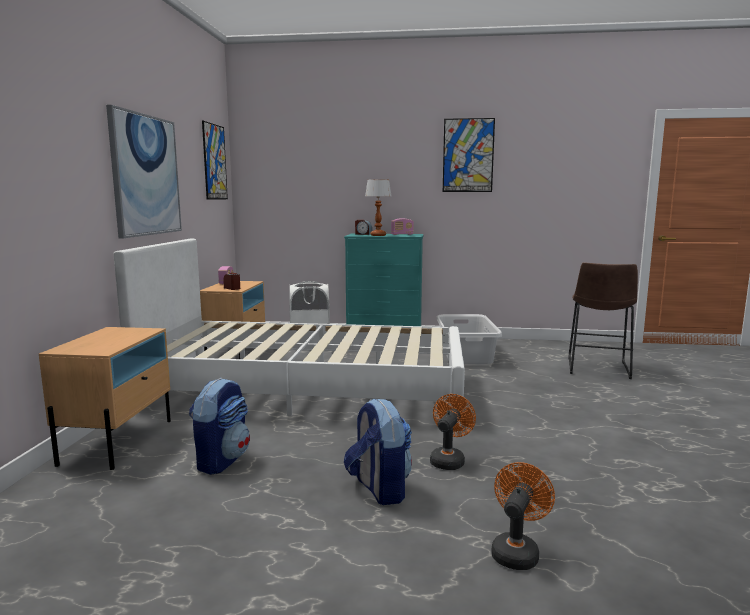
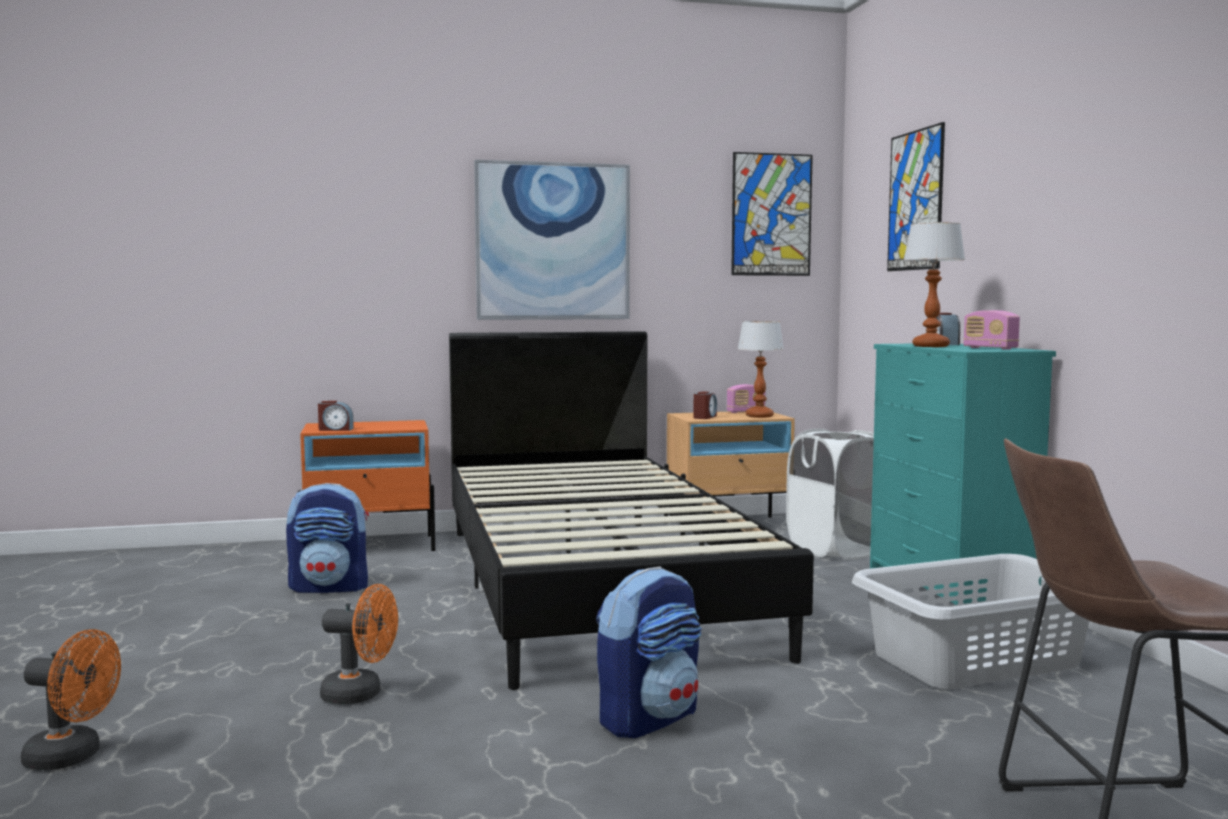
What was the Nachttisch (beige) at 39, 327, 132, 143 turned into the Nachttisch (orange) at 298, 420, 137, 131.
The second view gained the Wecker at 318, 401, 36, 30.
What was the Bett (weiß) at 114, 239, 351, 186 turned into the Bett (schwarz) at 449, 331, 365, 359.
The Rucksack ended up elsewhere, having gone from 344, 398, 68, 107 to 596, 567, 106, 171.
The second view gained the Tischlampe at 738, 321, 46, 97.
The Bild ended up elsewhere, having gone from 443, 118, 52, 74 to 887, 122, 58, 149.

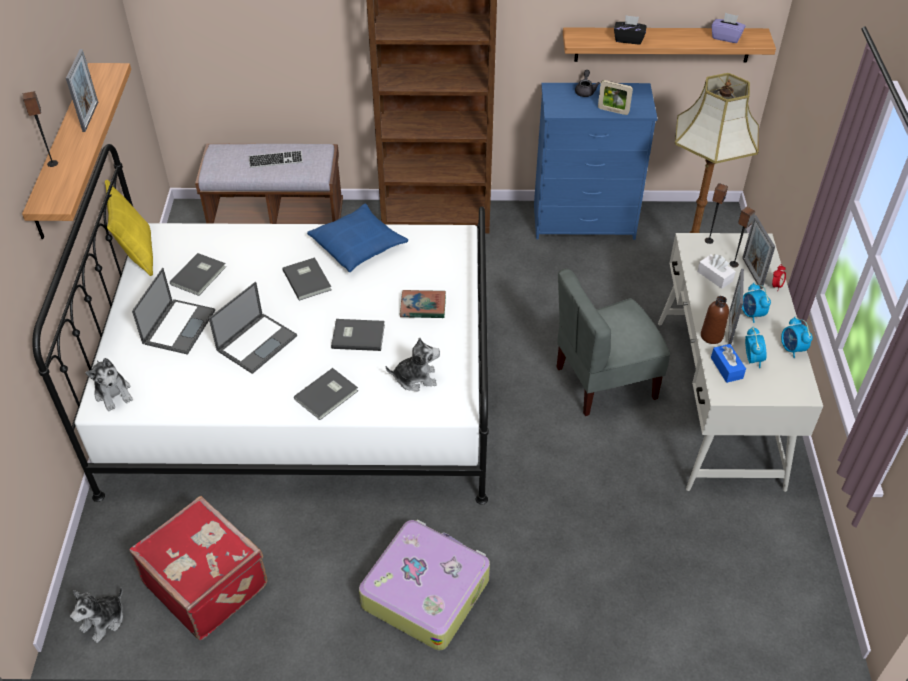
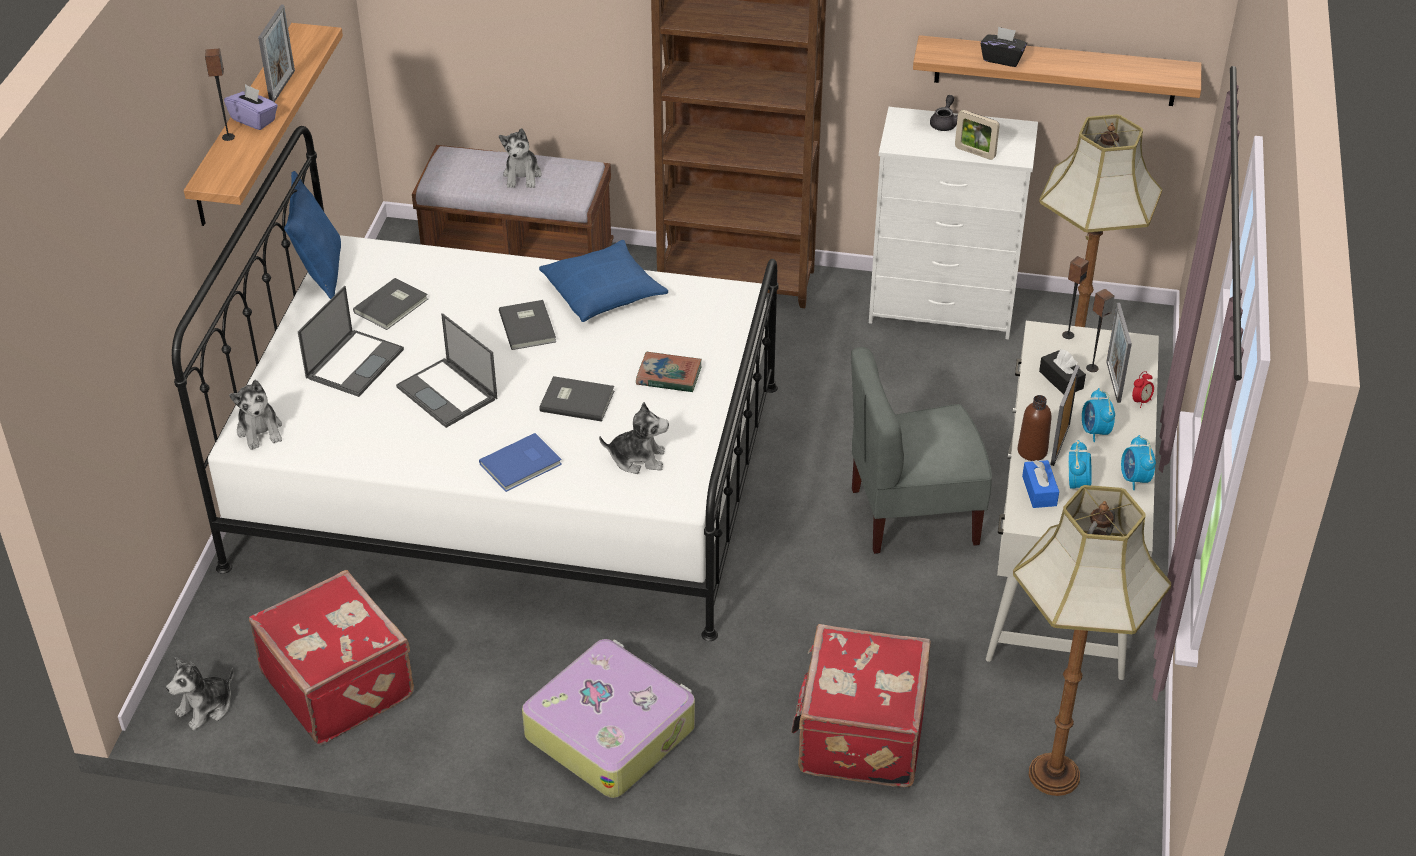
The Taschentuchbox (lila) ended up elsewhere, having gone from 711, 13, 35, 30 to 224, 84, 54, 46.
What was the Kissen (gelb) at 105, 180, 48, 96 turned into the Kissen (blau) at 284, 171, 57, 128.
The Laptop at 209, 282, 88, 92 ended up facing another way, 90 degrees clockwise from before.
What was the Buch (grau) at 294, 368, 64, 52 turned into the Buch (blau) at 479, 433, 83, 59.
Where the Tastatur stood at 249, 151, 54, 17, the Plüschtier came to stand at 499, 128, 43, 60.
The second view gained the Koffer (rot) at 791, 624, 140, 164.
What was the Kommode (blau) at 534, 83, 124, 157 turned into the Kommode (weiß) at 869, 107, 169, 232.
The second view gained the Stehlampe at 1013, 485, 158, 311.
What was the Taschentuchbox (weiß) at 697, 254, 39, 35 turned into the Taschentuchbox (schwarz) at 1039, 349, 47, 46.

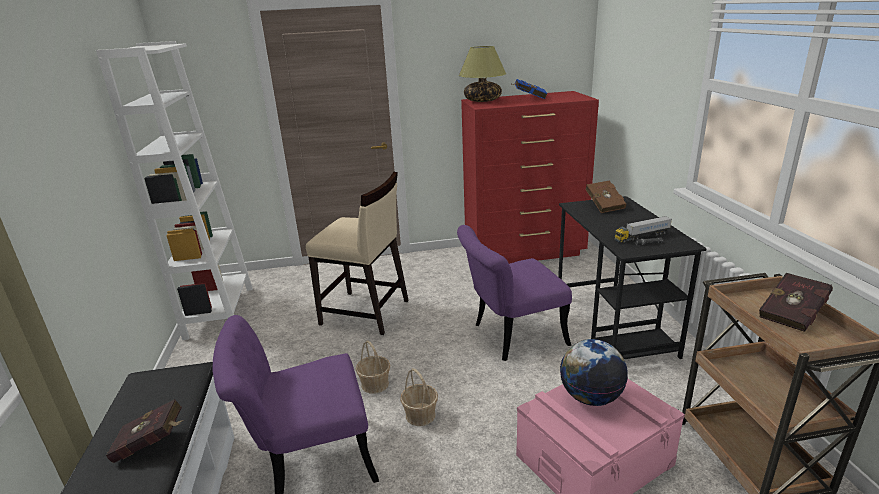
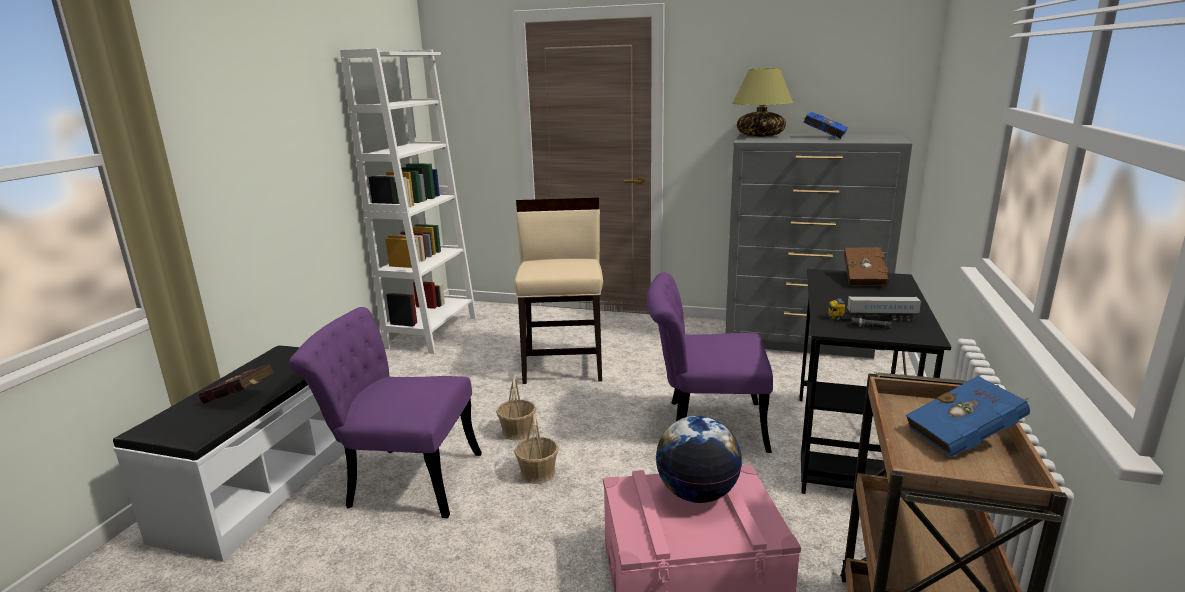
The Stuhl (beige) at 306, 171, 103, 164 ended up facing another way, 135 degrees counterclockwise from before.
What was the Kommode (rot) at 461, 91, 138, 173 turned into the Kommode (grau) at 725, 134, 187, 224.
What was the Buch (rot) at 759, 273, 74, 59 turned into the Buch (blau) at 906, 376, 124, 81.

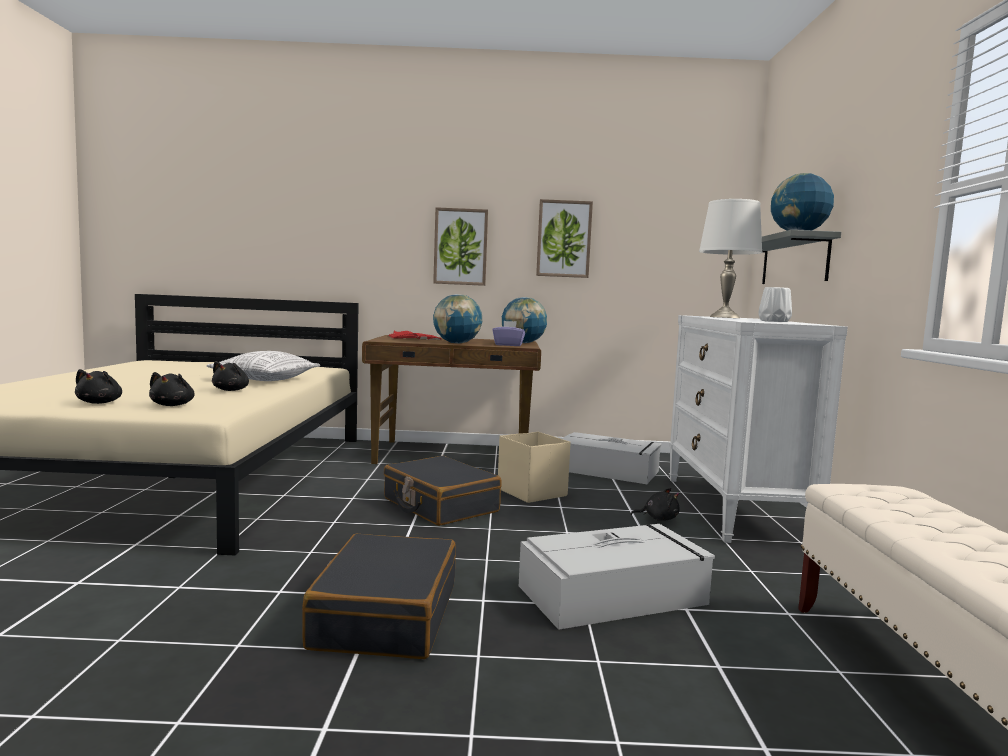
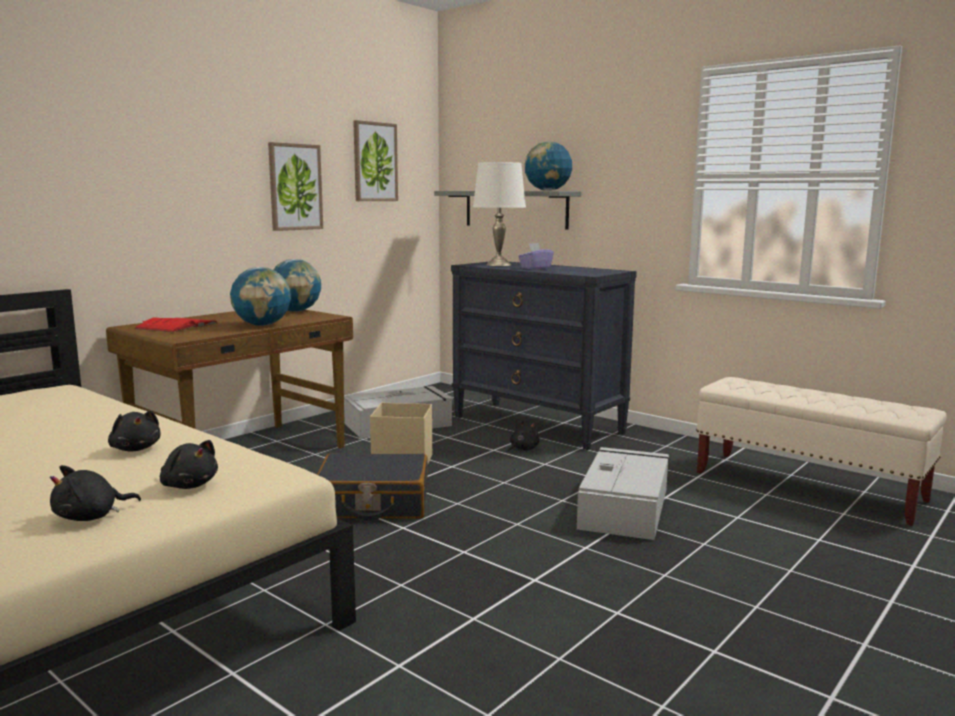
The Plüschtier (schwarz) at 75, 369, 47, 35 ended up facing another way, 105 degrees clockwise from before.
The Bild ended up elsewhere, having gone from 433, 207, 55, 79 to 353, 120, 45, 81.
What was the Kommode (weiß) at 669, 315, 179, 228 turned into the Kommode (schwarz) at 451, 262, 186, 188.
The Taschentuchbox (lila) ended up elsewhere, having gone from 493, 321, 32, 25 to 518, 243, 36, 26.
The second view lost the Kissen at 206, 351, 114, 30.
The second view lost the Koffer (schwarz) at 302, 534, 154, 125.
The second view lost the Vase (weiß) at 758, 287, 34, 35.

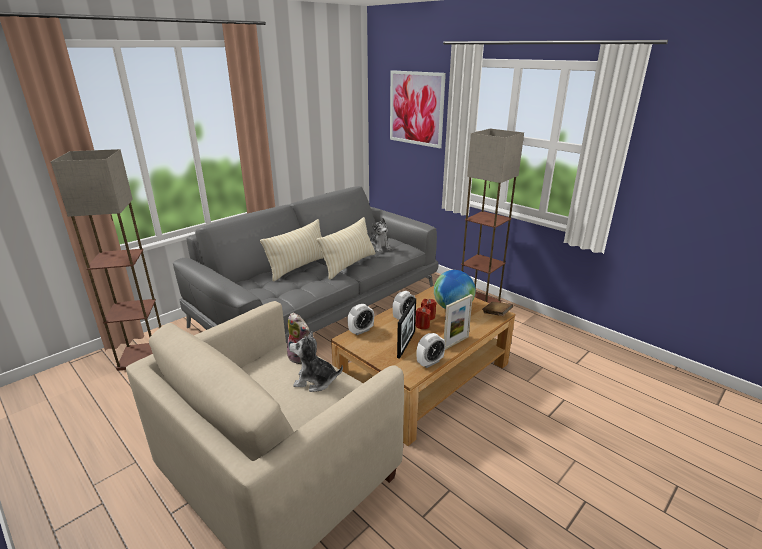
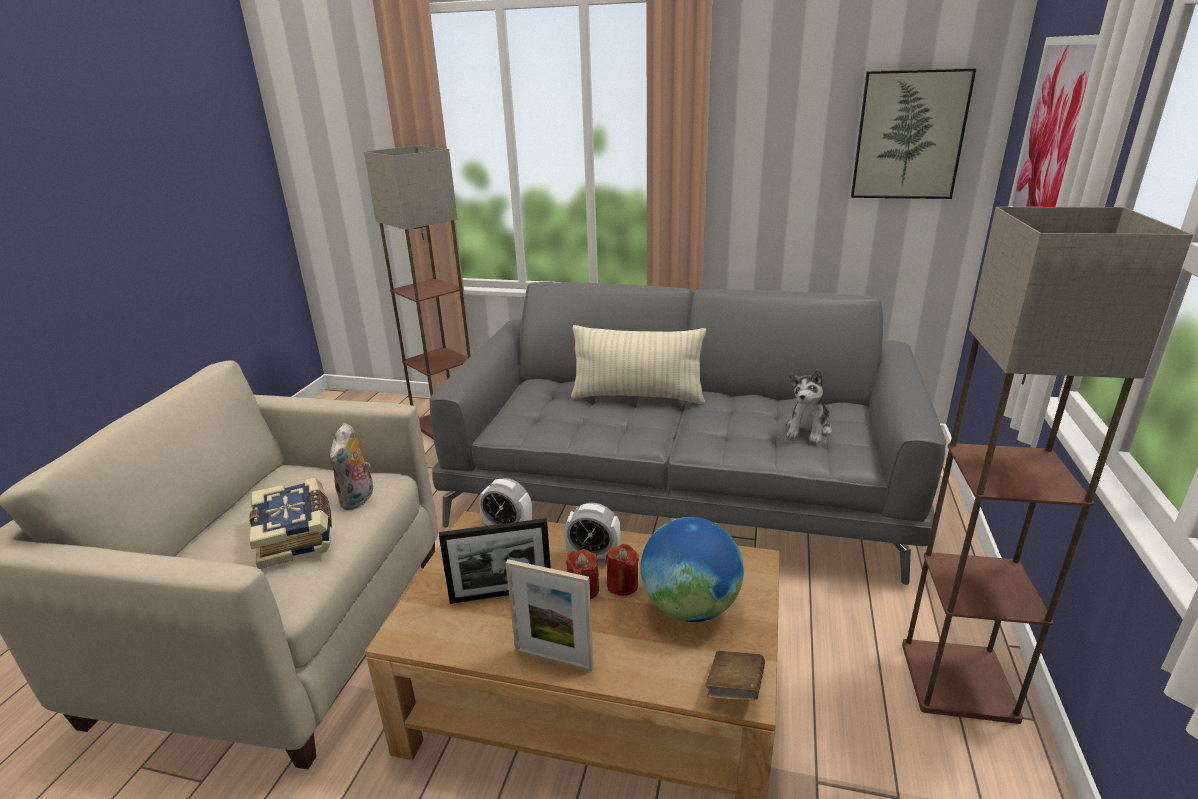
Where the Plüschtier stood at 289, 331, 54, 61, the Buch came to stand at 249, 478, 83, 91.
The second view gained the Bild at 851, 68, 125, 131.
The second view lost the Kissen (beige) at 317, 217, 59, 63.
The second view lost the Wecker at 416, 333, 29, 35.

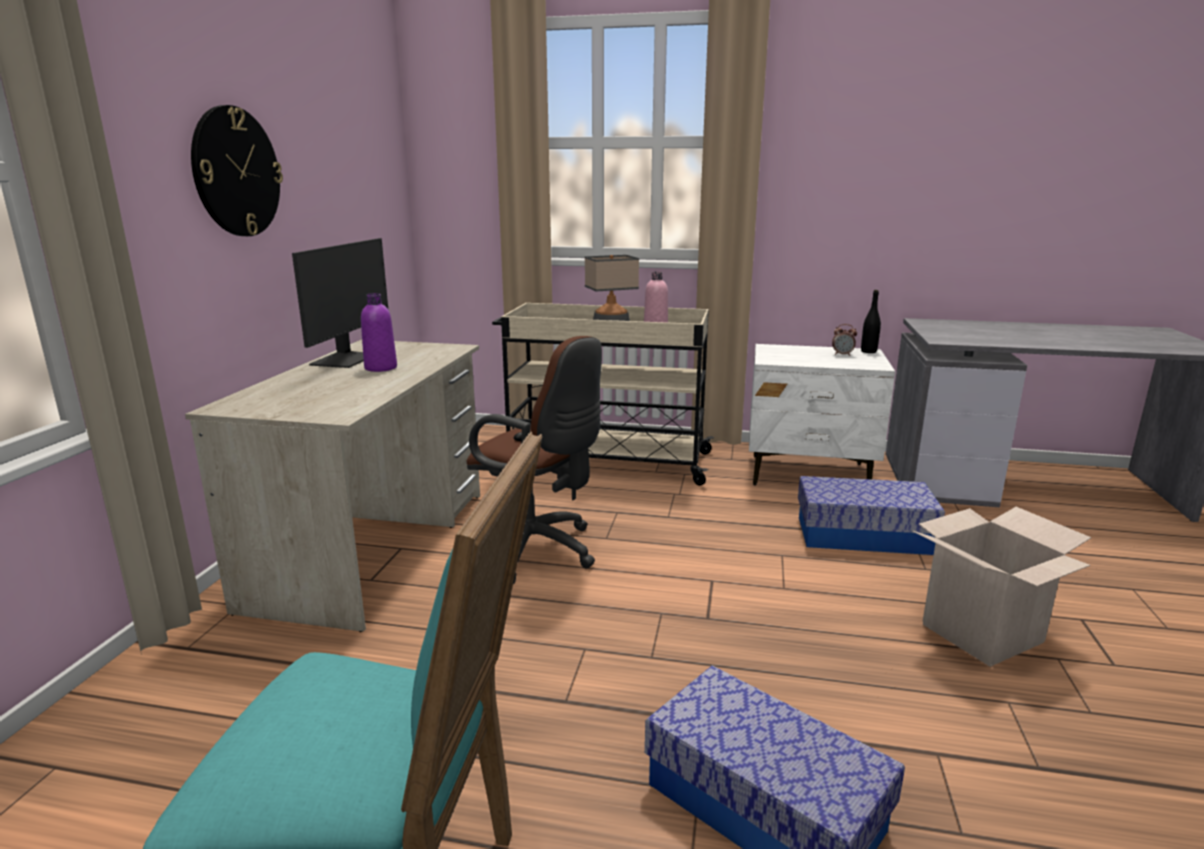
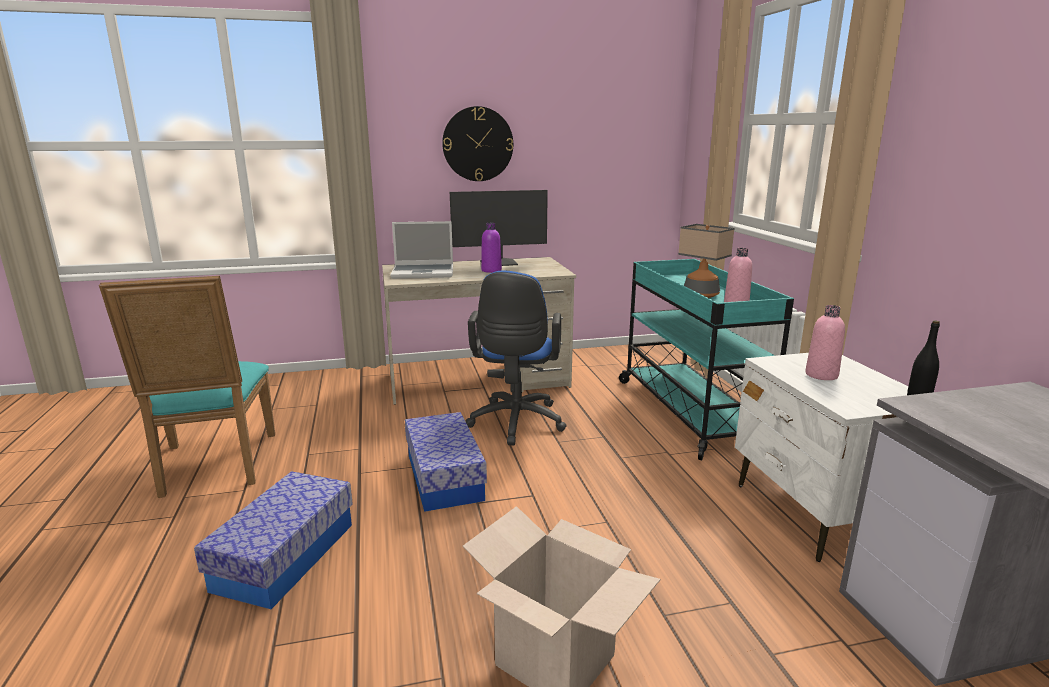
The second view gained the Laptop at 390, 221, 63, 58.
The Aufbewahrungsbox ended up elsewhere, having gone from 798, 476, 147, 79 to 405, 412, 82, 100.
What was the Bürostuhl (braun) at 467, 336, 135, 248 turned into the Bürostuhl (blau) at 465, 271, 102, 174.
What was the Rollwagen (beige) at 492, 303, 222, 183 turned into the Rollwagen (türkis) at 619, 259, 175, 201.
The second view gained the Flasche (rosa) at 805, 305, 40, 75.
The second view lost the Wecker at 832, 324, 25, 32.

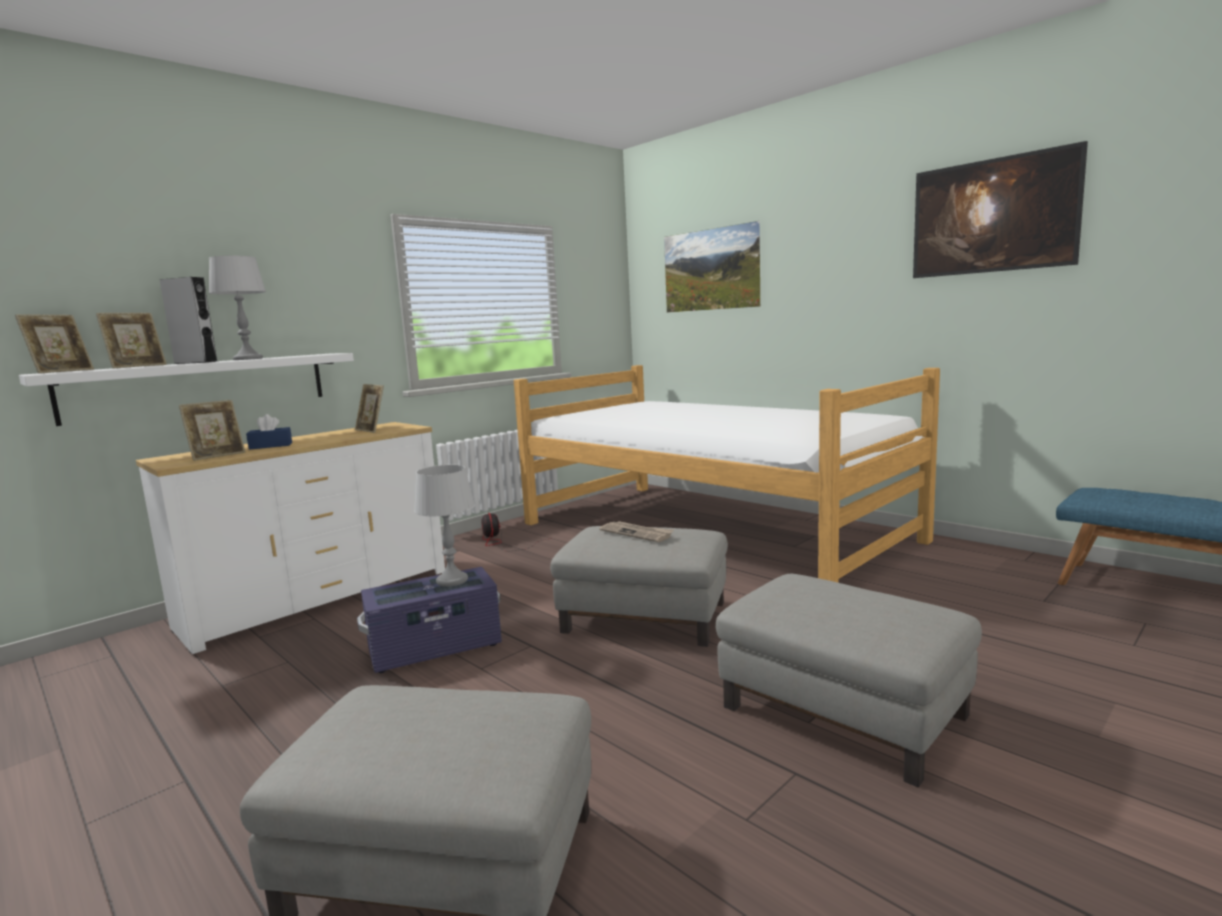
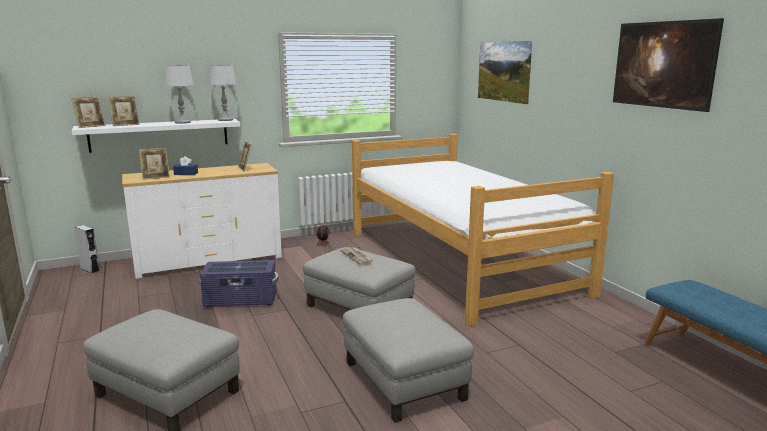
The Lautsprecher (grau) ended up elsewhere, having gone from 159, 277, 59, 87 to 74, 225, 26, 49.
The Tischlampe (grau) ended up elsewhere, having gone from 414, 465, 61, 122 to 209, 65, 28, 56.

